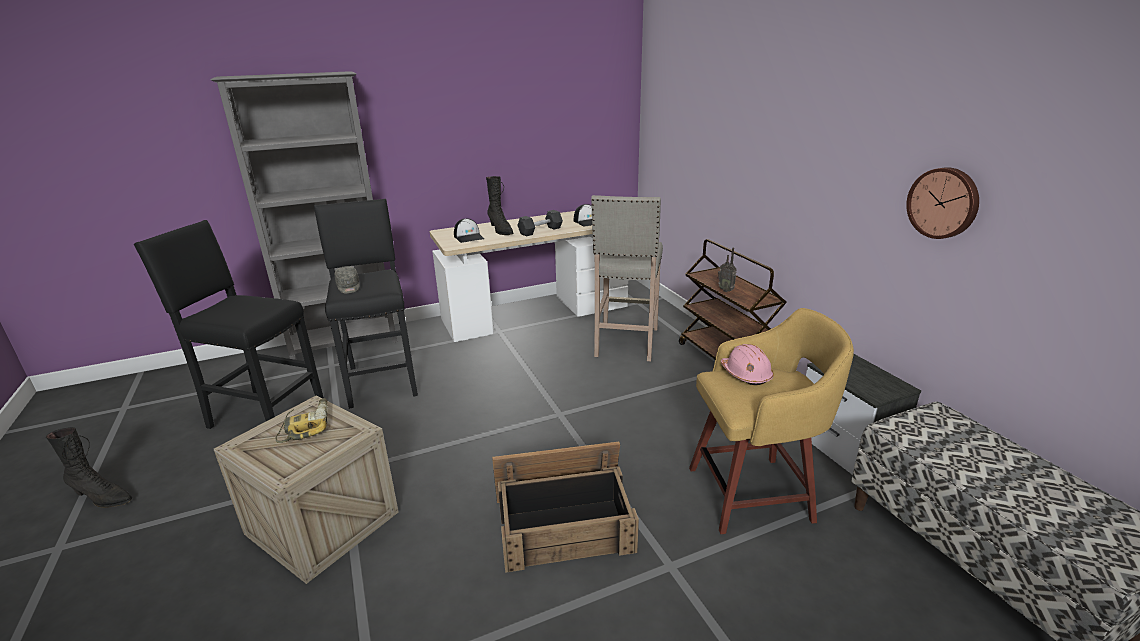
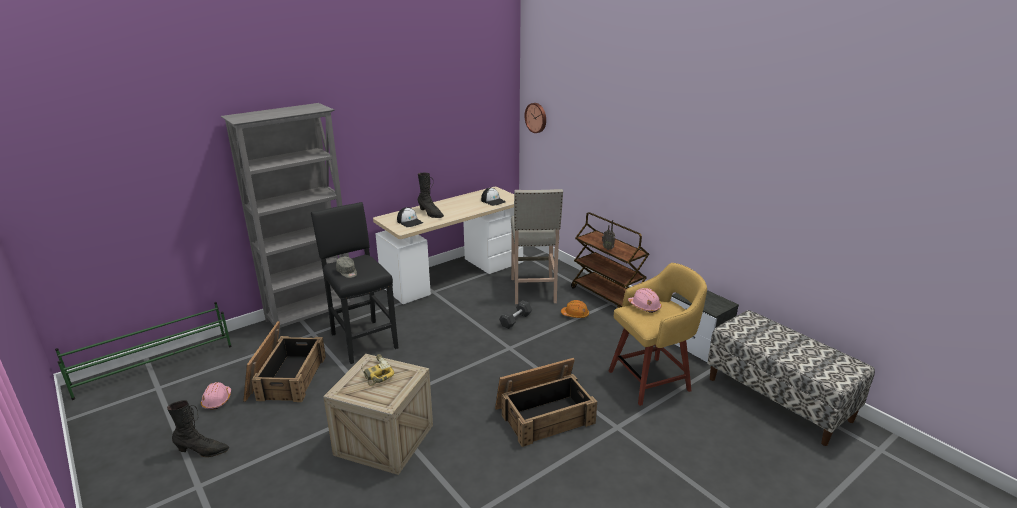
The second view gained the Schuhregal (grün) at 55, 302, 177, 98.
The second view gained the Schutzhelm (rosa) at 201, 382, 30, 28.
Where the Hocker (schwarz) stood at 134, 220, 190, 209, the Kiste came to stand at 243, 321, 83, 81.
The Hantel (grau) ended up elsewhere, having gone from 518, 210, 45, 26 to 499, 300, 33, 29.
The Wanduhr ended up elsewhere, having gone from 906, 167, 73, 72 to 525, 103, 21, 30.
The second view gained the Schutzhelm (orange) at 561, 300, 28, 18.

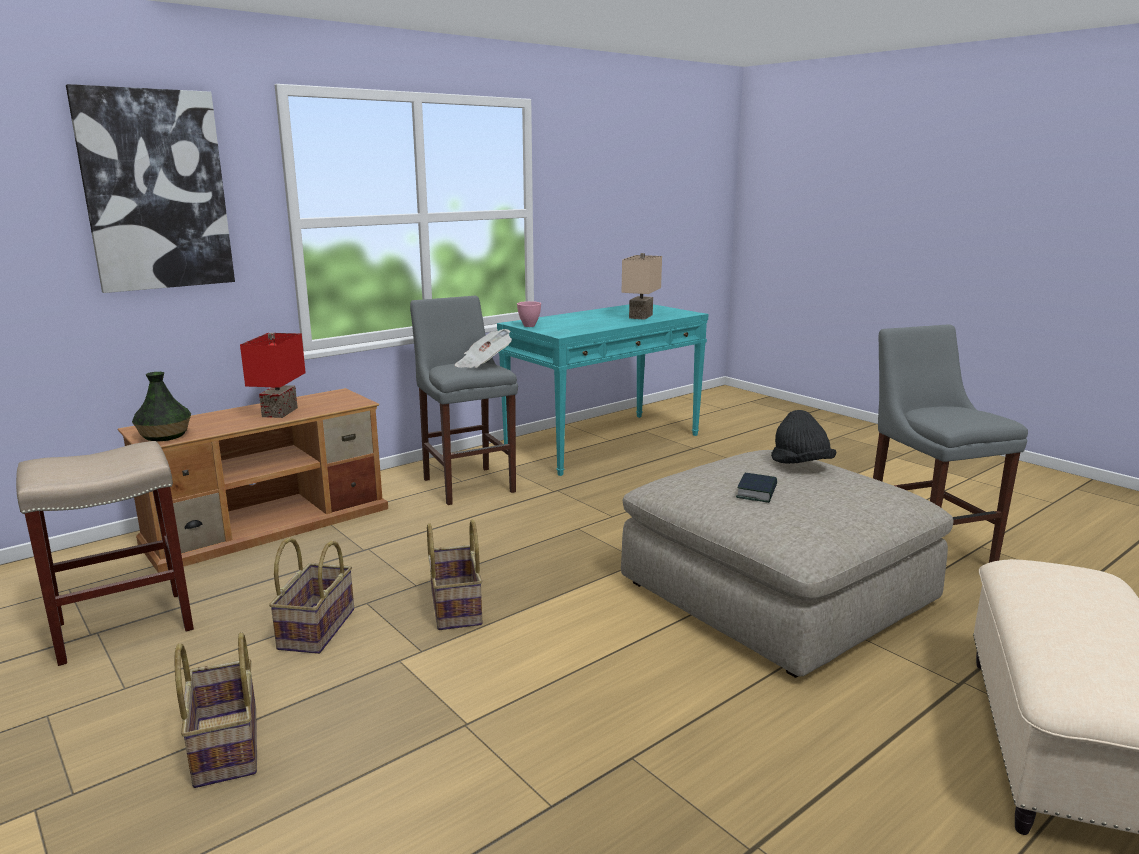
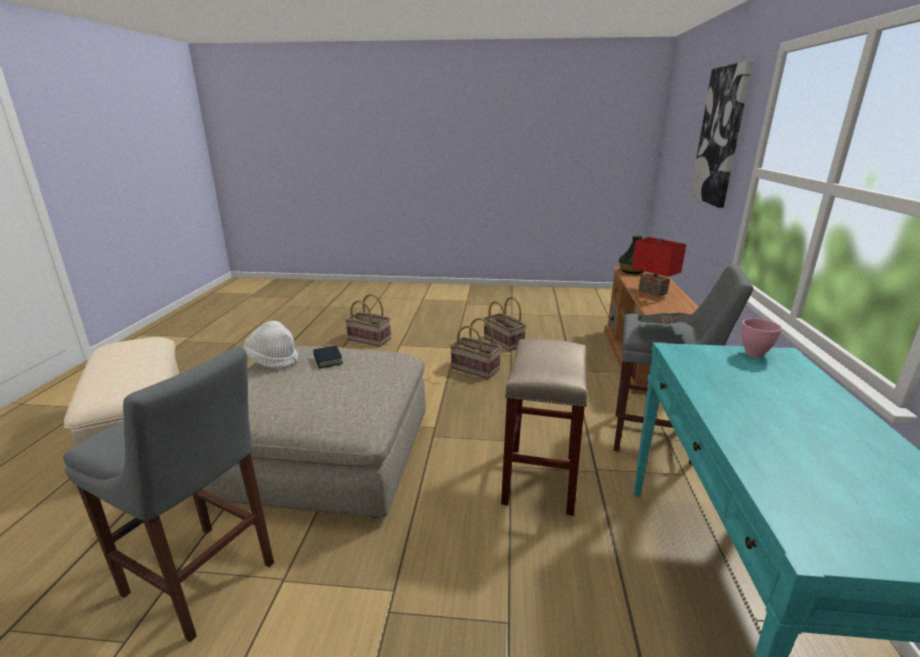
The second view gained the Hut (weiß) at 243, 321, 55, 47.
The Korb ended up elsewhere, having gone from 174, 632, 83, 156 to 345, 294, 46, 53.
The Hocker (beige) ended up elsewhere, having gone from 16, 441, 178, 225 to 501, 339, 86, 177.
The second view lost the Tischlampe (beige) at 622, 253, 40, 67.
The second view lost the Hut (schwarz) at 771, 410, 65, 54.

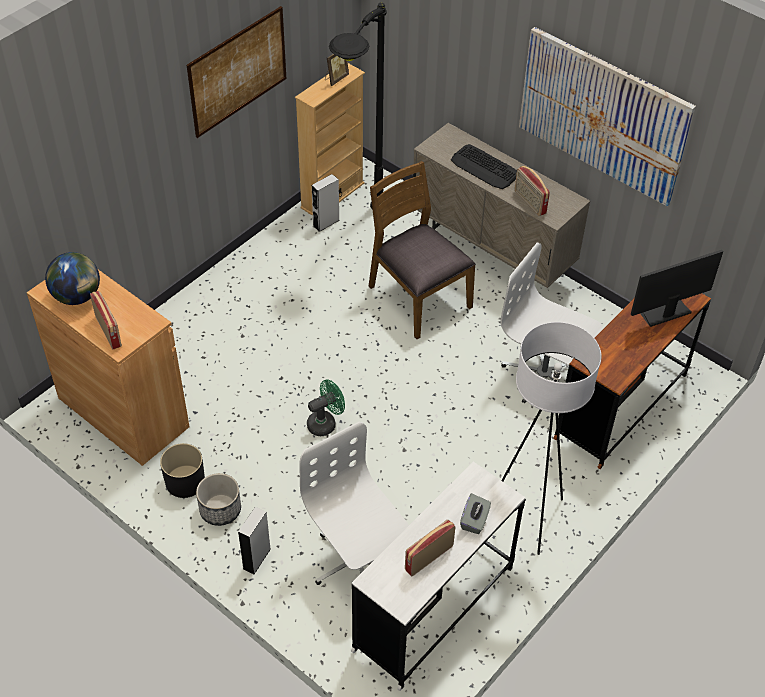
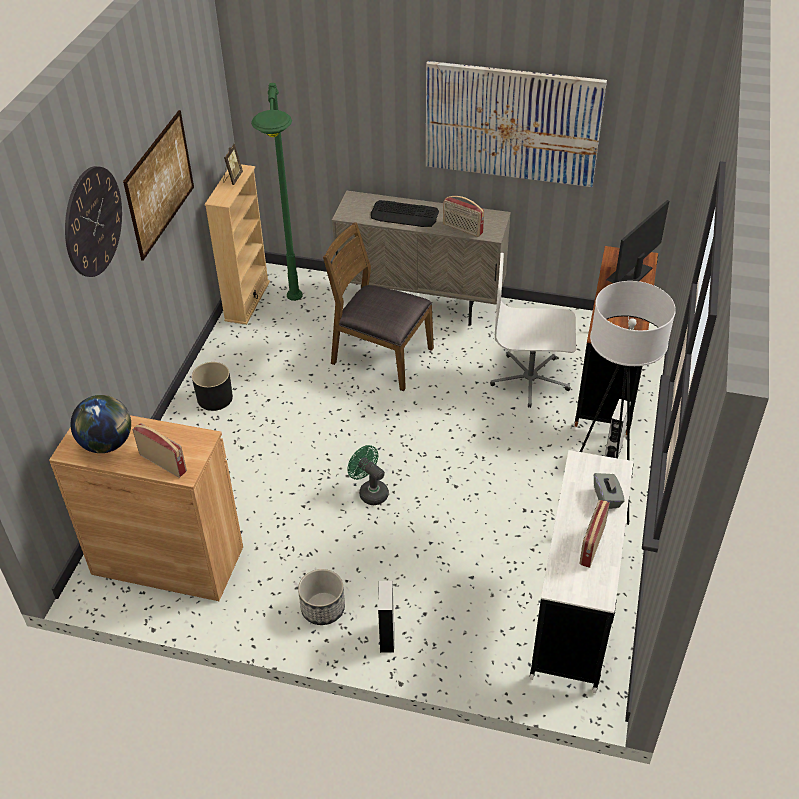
The second view gained the Wanduhr at 65, 166, 57, 111.
The Pflanzkübel (schwarz) ended up elsewhere, having gone from 160, 443, 45, 55 to 192, 362, 41, 49.
What was the Stehlampe (schwarz) at 329, 2, 58, 208 turned into the Stehlampe (grün) at 251, 83, 52, 218.
The Ventilator (grün) at 307, 379, 38, 57 ended up facing another way, 75 degrees counterclockwise from before.
The Lautsprecher (grau) ended up elsewhere, having gone from 312, 174, 28, 58 to 605, 399, 26, 59.
The second view lost the Bürostuhl (weiß) at 300, 422, 109, 163.

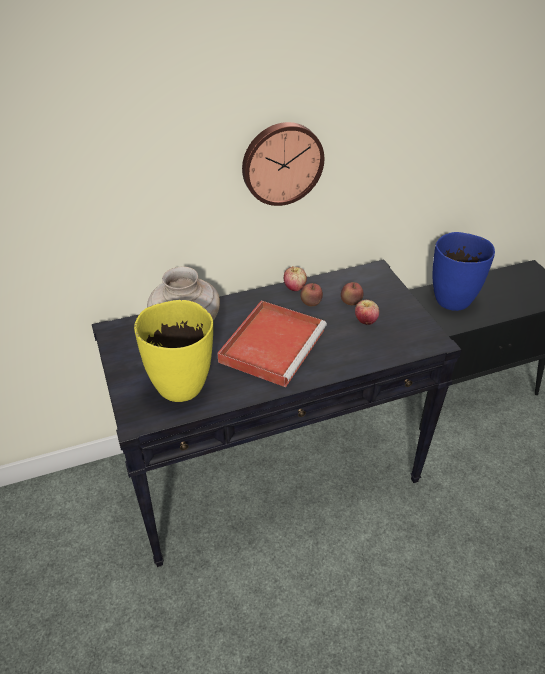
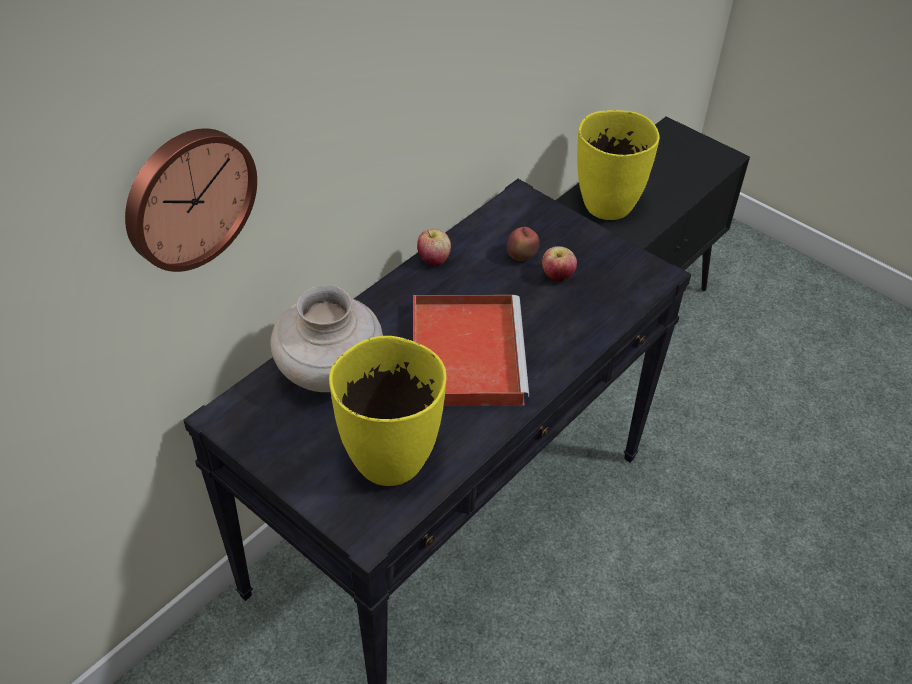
The Wanduhr ended up elsewhere, having gone from 242, 122, 82, 84 to 125, 129, 132, 143.
What was the Vase (blau) at 432, 232, 63, 79 turned into the Vase (gelb) at 577, 110, 83, 110.
The second view lost the Apfel at 300, 283, 23, 23.

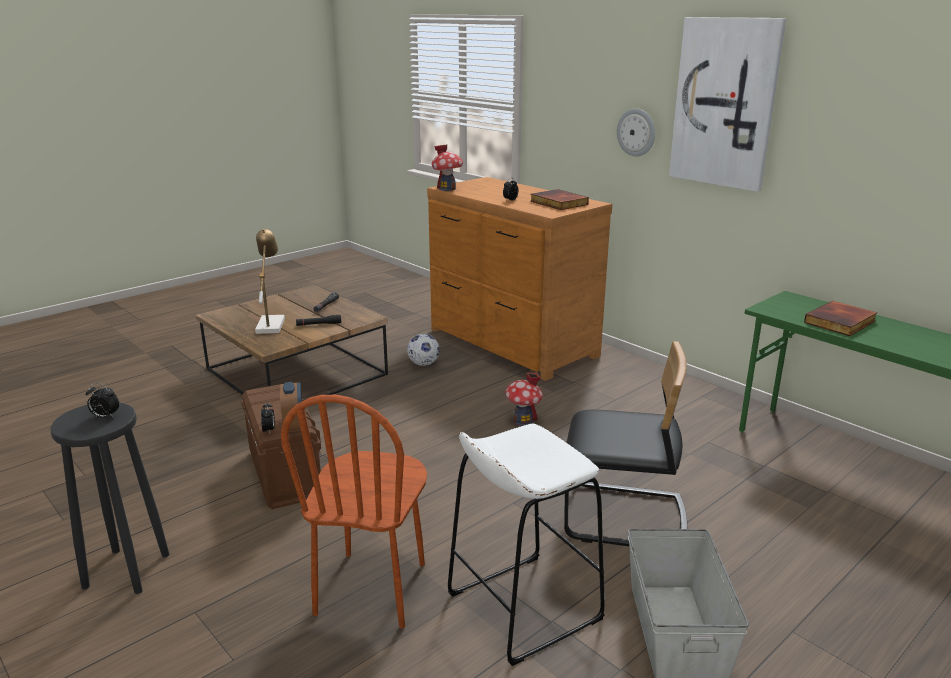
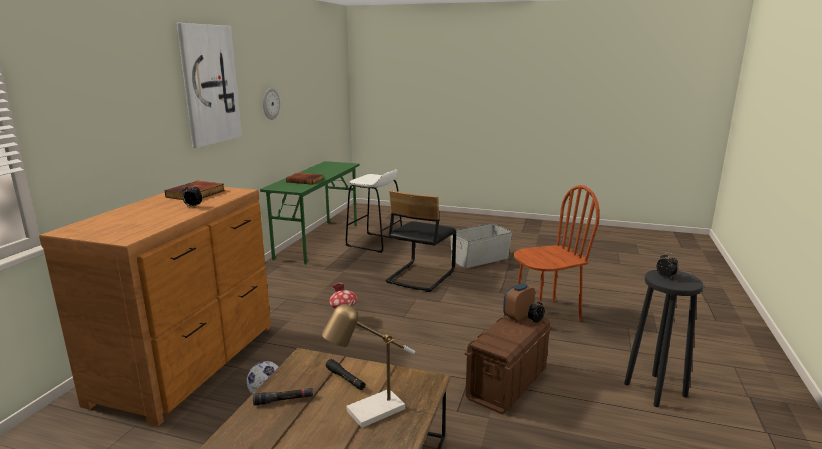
The Wanduhr ended up elsewhere, having gone from 617, 108, 38, 49 to 263, 88, 17, 32.
The Hocker (weiß) ended up elsewhere, having gone from 448, 424, 157, 242 to 346, 169, 56, 84.
The Stuhl (schwarz) at 564, 341, 123, 205 ended up facing another way, 135 degrees counterclockwise from before.
The second view lost the Spielzeughaus at 432, 145, 31, 46.

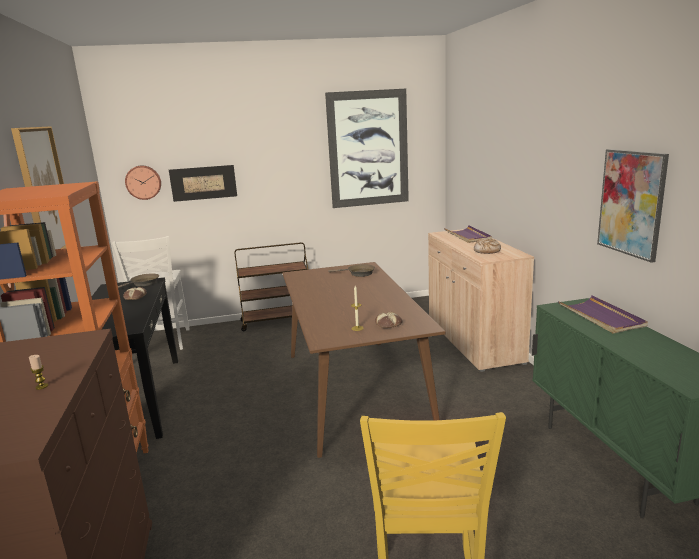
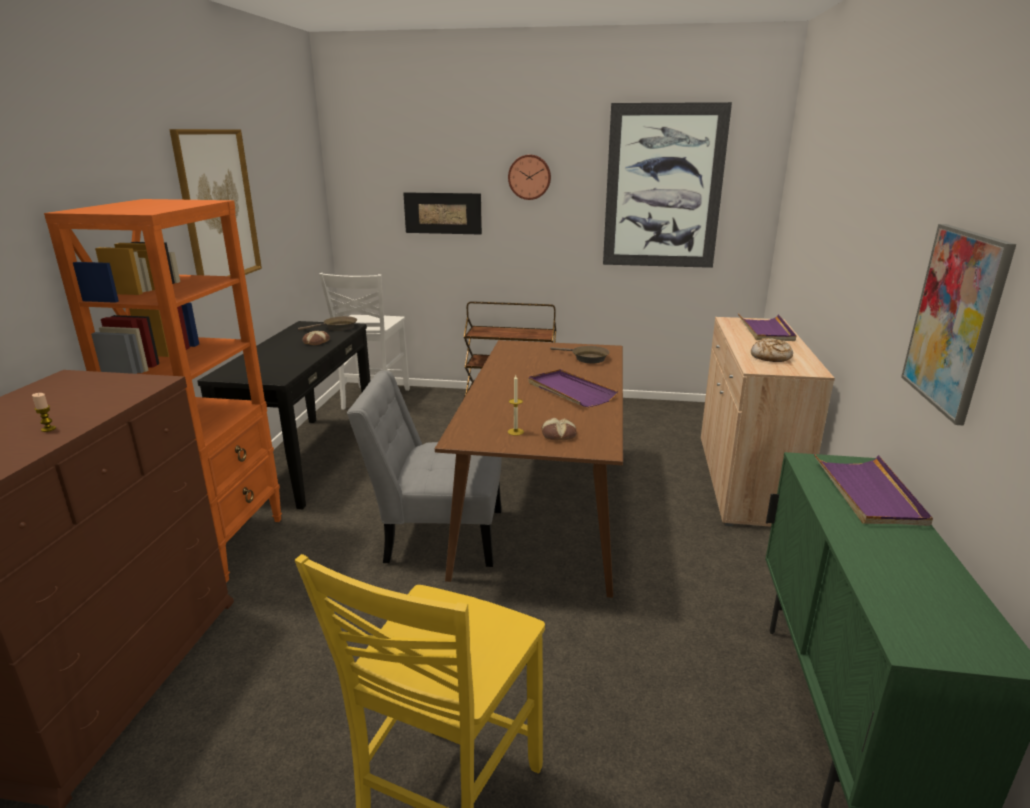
The second view gained the Stuhl (grau) at 347, 370, 155, 197.
The Wanduhr ended up elsewhere, having gone from 125, 166, 36, 34 to 508, 155, 43, 45.
The second view gained the Tablett (lila) at 529, 369, 89, 38.

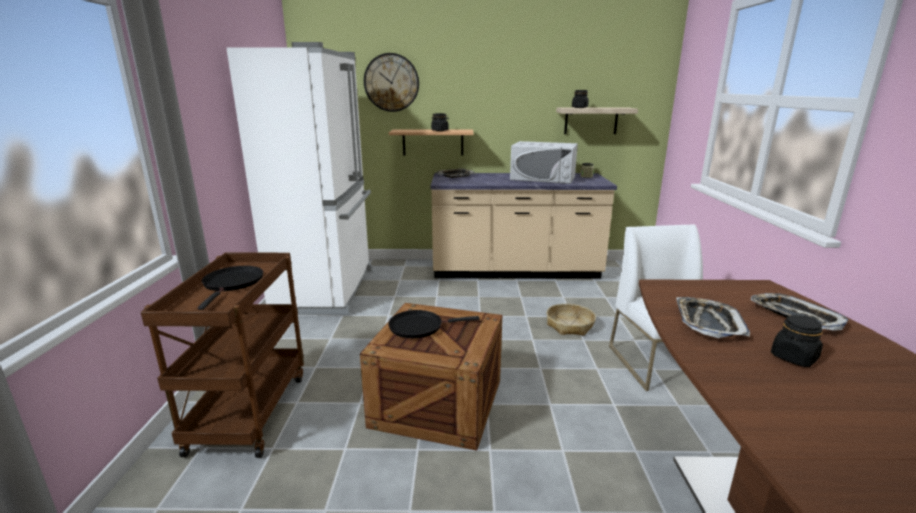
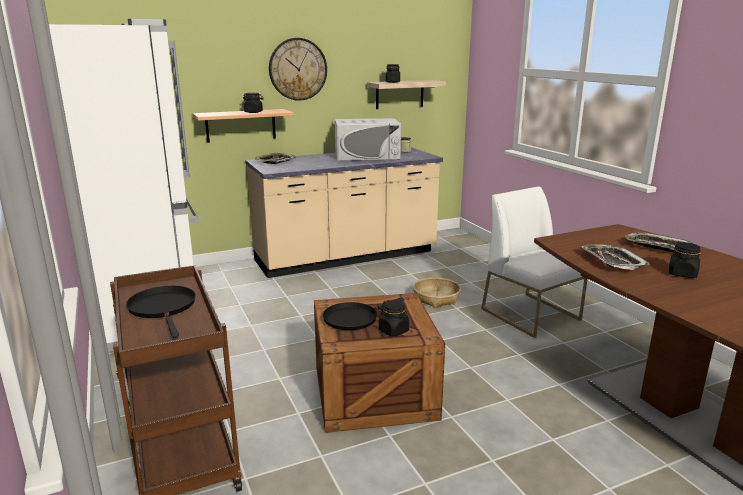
The Wanduhr ended up elsewhere, having gone from 364, 53, 55, 59 to 269, 38, 58, 63.
The second view gained the Vorratsglas (schwarz) at 378, 300, 31, 37.

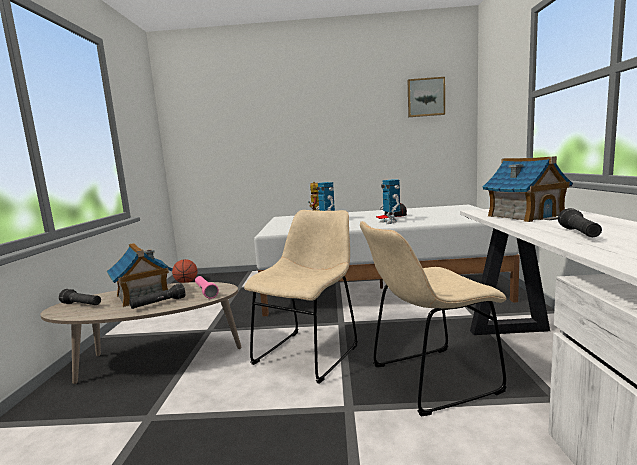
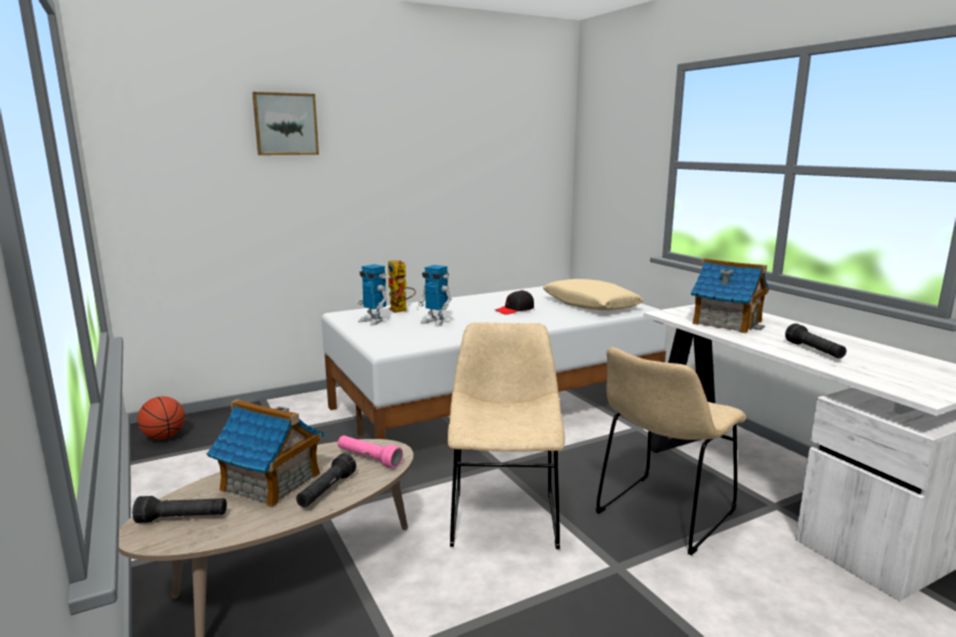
The Bild ended up elsewhere, having gone from 408, 77, 37, 40 to 252, 92, 67, 63.
The Spielzeugroboter ended up elsewhere, having gone from 379, 179, 21, 45 to 357, 264, 30, 62.
The second view gained the Kissen (beige) at 543, 279, 101, 31.

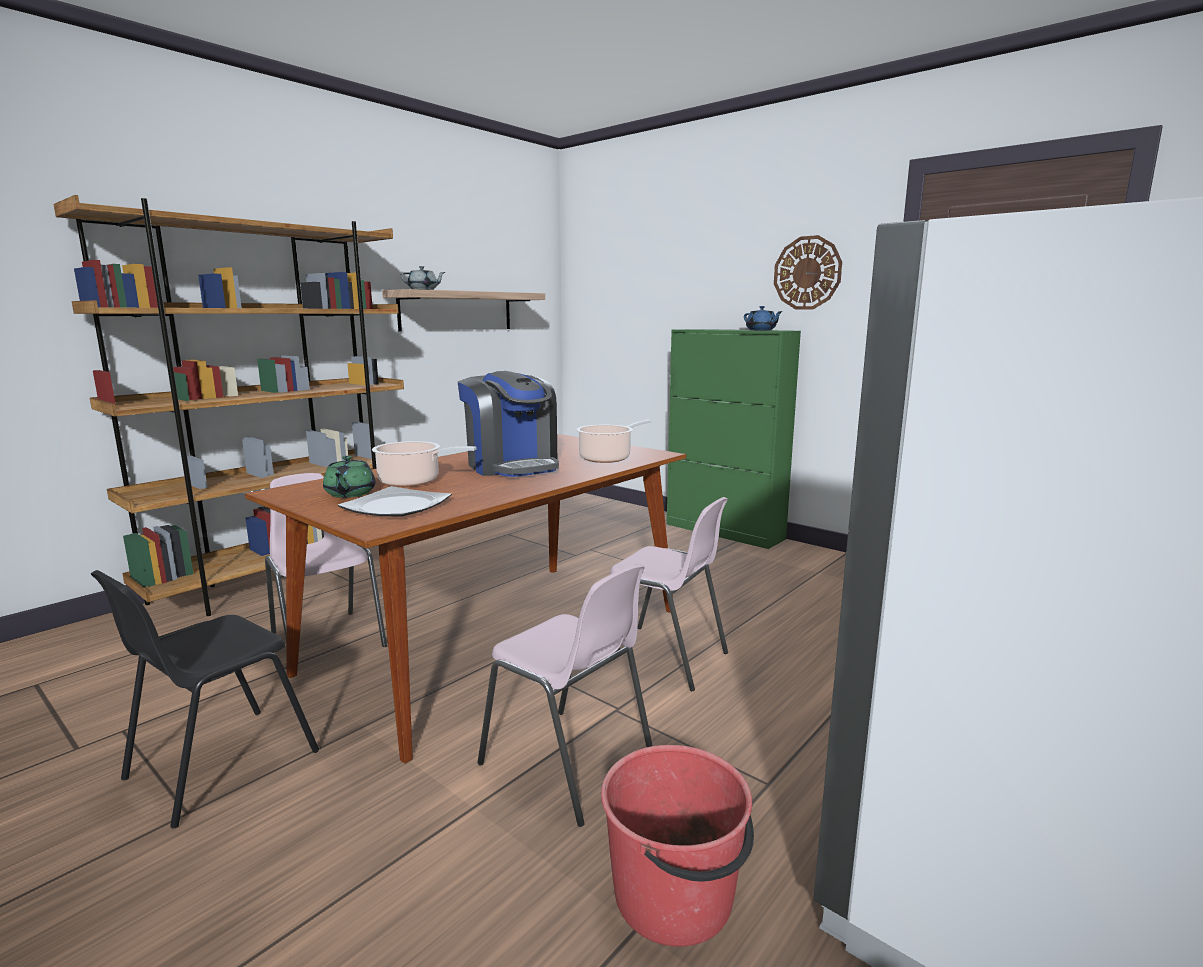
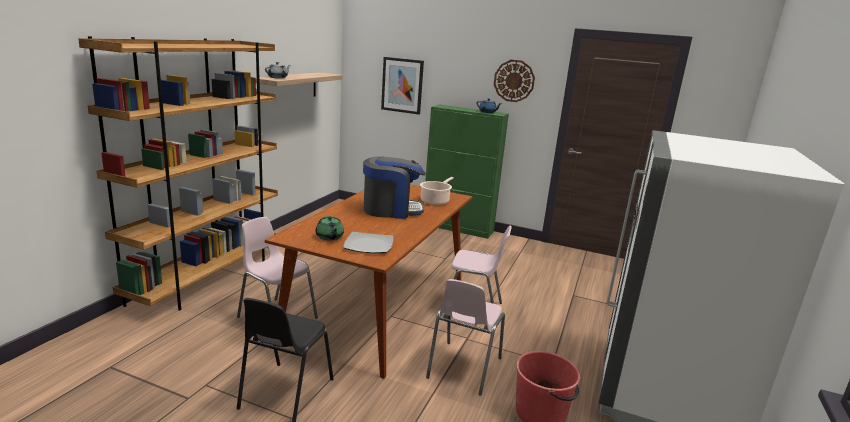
The Kaffeemaschine at 458, 371, 101, 106 ended up facing another way, 45 degrees counterclockwise from before.
The second view gained the Bild at 381, 57, 43, 58.
The Stuhl (rosa) at 478, 564, 175, 263 ended up facing another way, 90 degrees clockwise from before.
The second view lost the Kochtopf at 372, 441, 105, 46.

